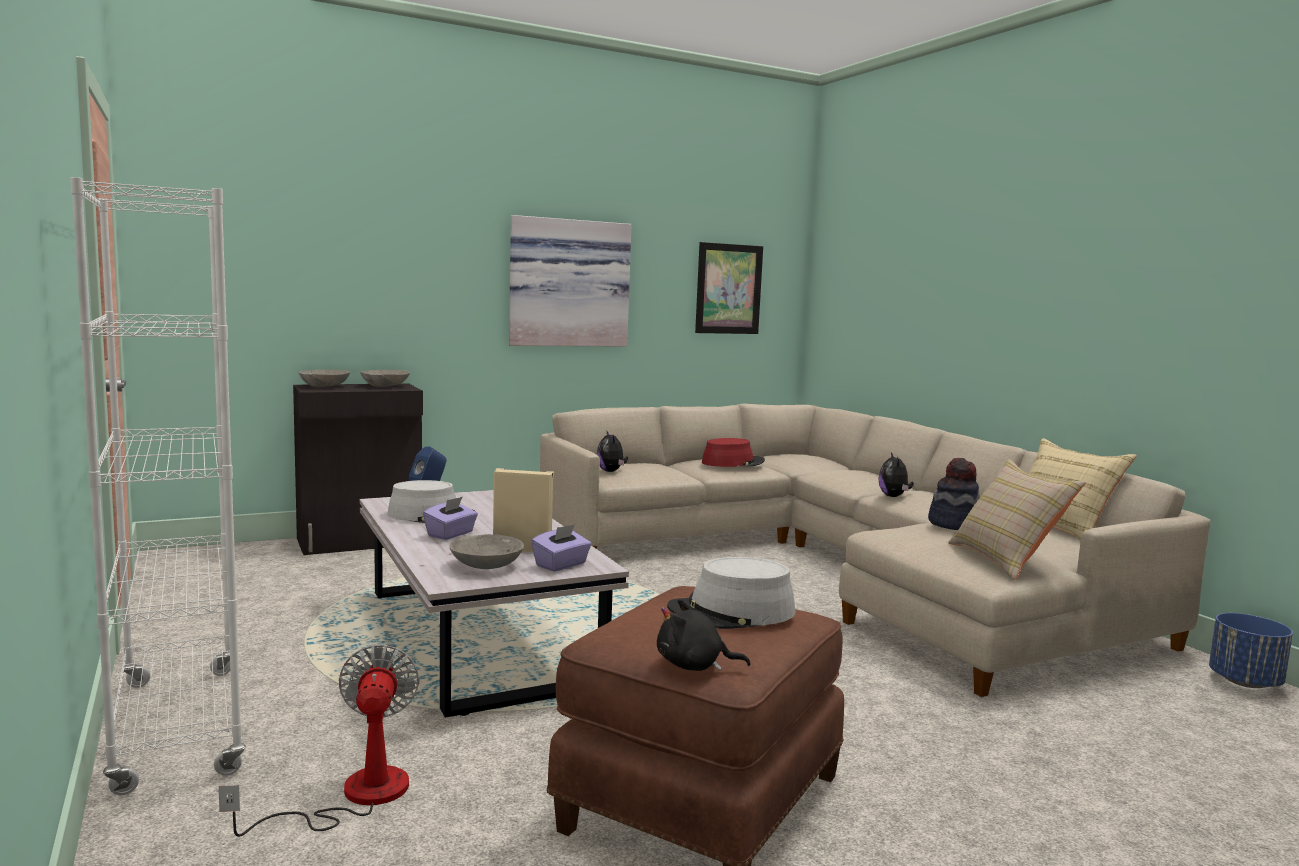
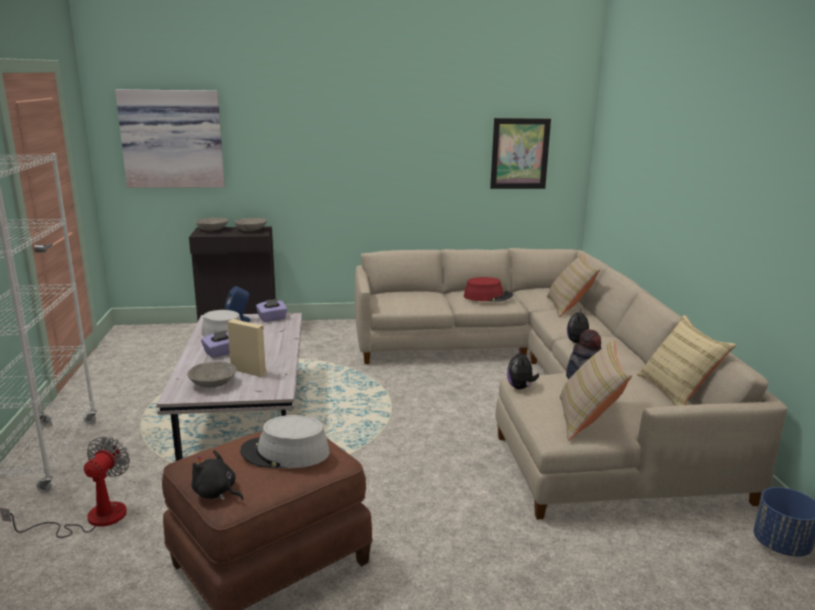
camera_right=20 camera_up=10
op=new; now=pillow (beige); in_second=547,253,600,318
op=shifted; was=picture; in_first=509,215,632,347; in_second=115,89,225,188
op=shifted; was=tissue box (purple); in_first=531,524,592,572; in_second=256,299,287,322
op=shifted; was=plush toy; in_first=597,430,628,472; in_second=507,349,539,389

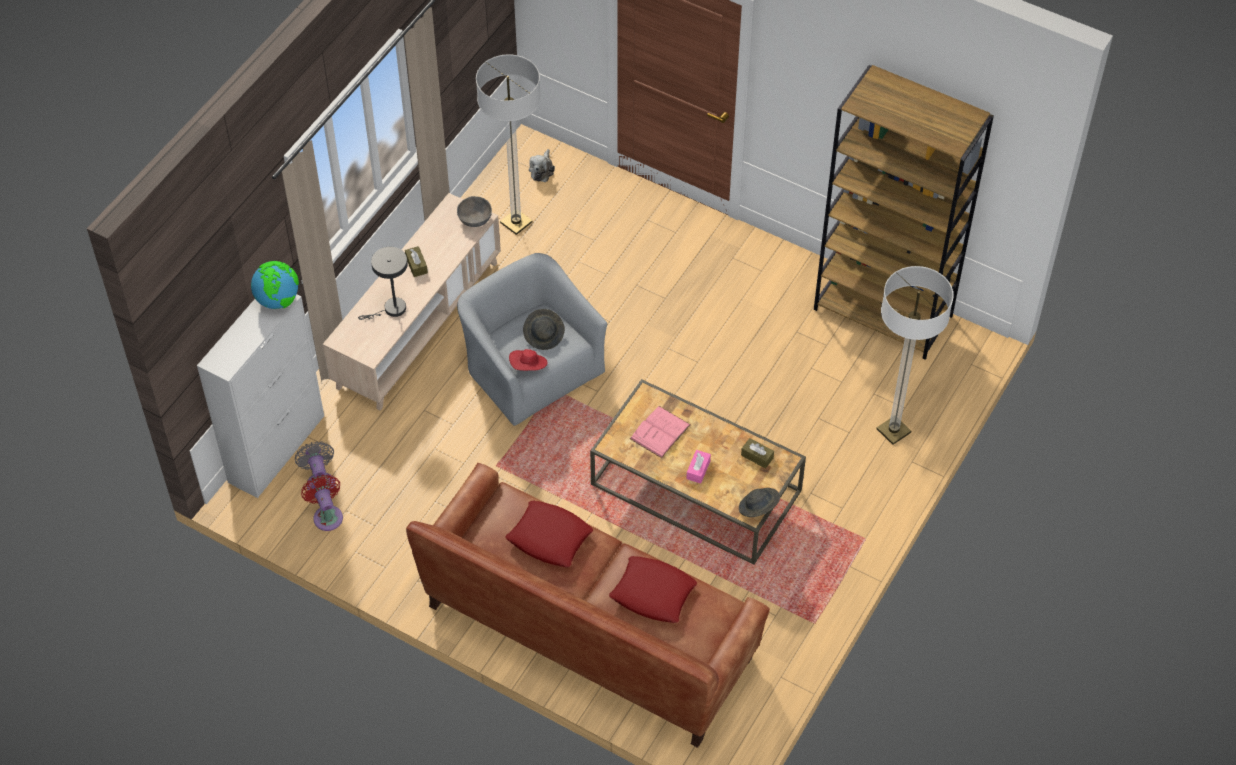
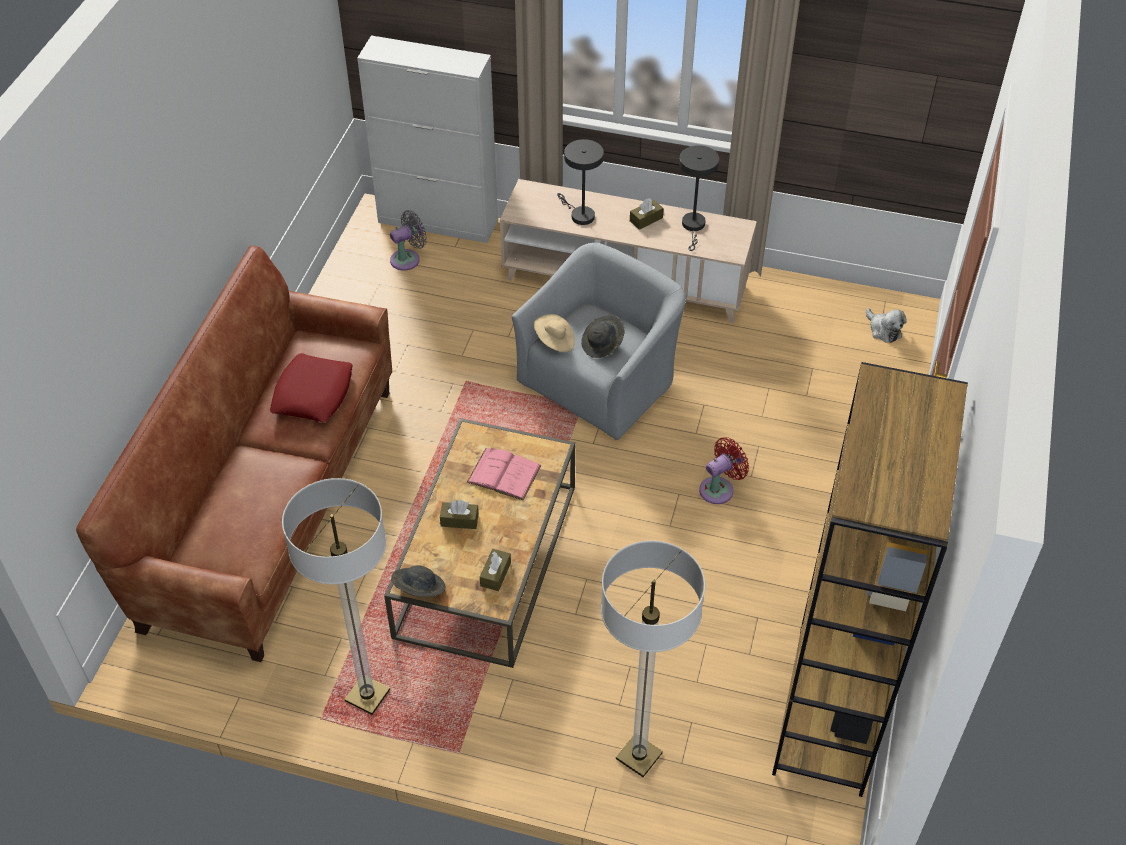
camera_right=75 camera_up=-5
op=gone; was=globe; in_first=251,261,299,309
op=gone; was=bowl (grey); in_first=457,196,492,227
op=gone; was=pillow (red); in_first=609,556,697,623
op=new; now=table lamp (grey); in_second=679,145,719,251
op=shifted; was=fan (red); in_first=301,475,343,531; in_second=699,437,749,504
op=shifted; was=floor lamp; in_first=476,54,541,235; in_second=282,478,390,715
op=repainted; was=hat (red); now=hat (beige); in_first=509,349,548,371; in_second=533,314,575,352
op=repainted; was=tissue box (pink); now=tissue box (brown); in_first=686,450,711,484; in_second=440,500,479,529
op=rotated; was=plush toy; in_first=529,149,555,182; in_second=866,308,907,343; clockwise=-120

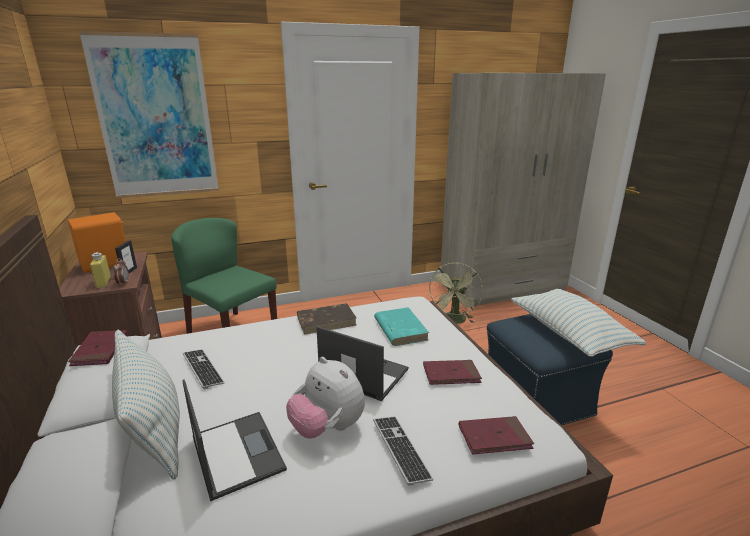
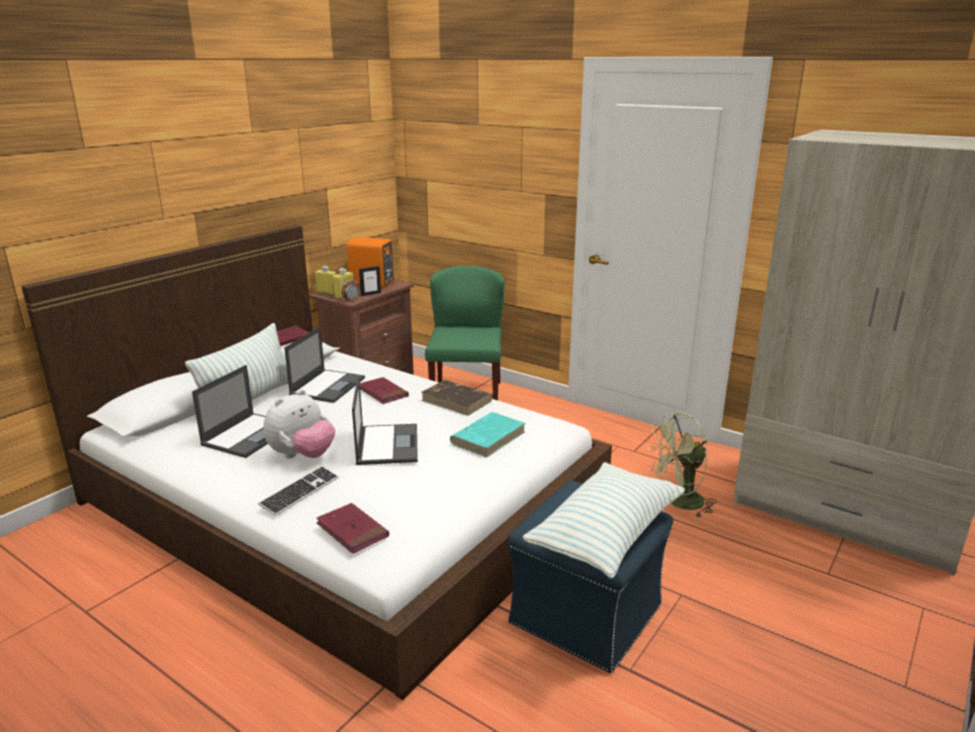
camera_right=55 camera_up=0
op=gone; was=picture; in_first=79,31,219,198
op=new; now=bottle (yellow); in_second=315,266,336,295
op=shifted; was=book (red); in_first=423,360,482,385; in_second=360,377,409,404
op=swapped; was=keyboard; now=laptop; in_first=183,349,225,389; in_second=284,326,365,403
op=rotated; was=plush toy; in_first=286,357,365,439; in_second=263,389,335,458; clockwise=-150

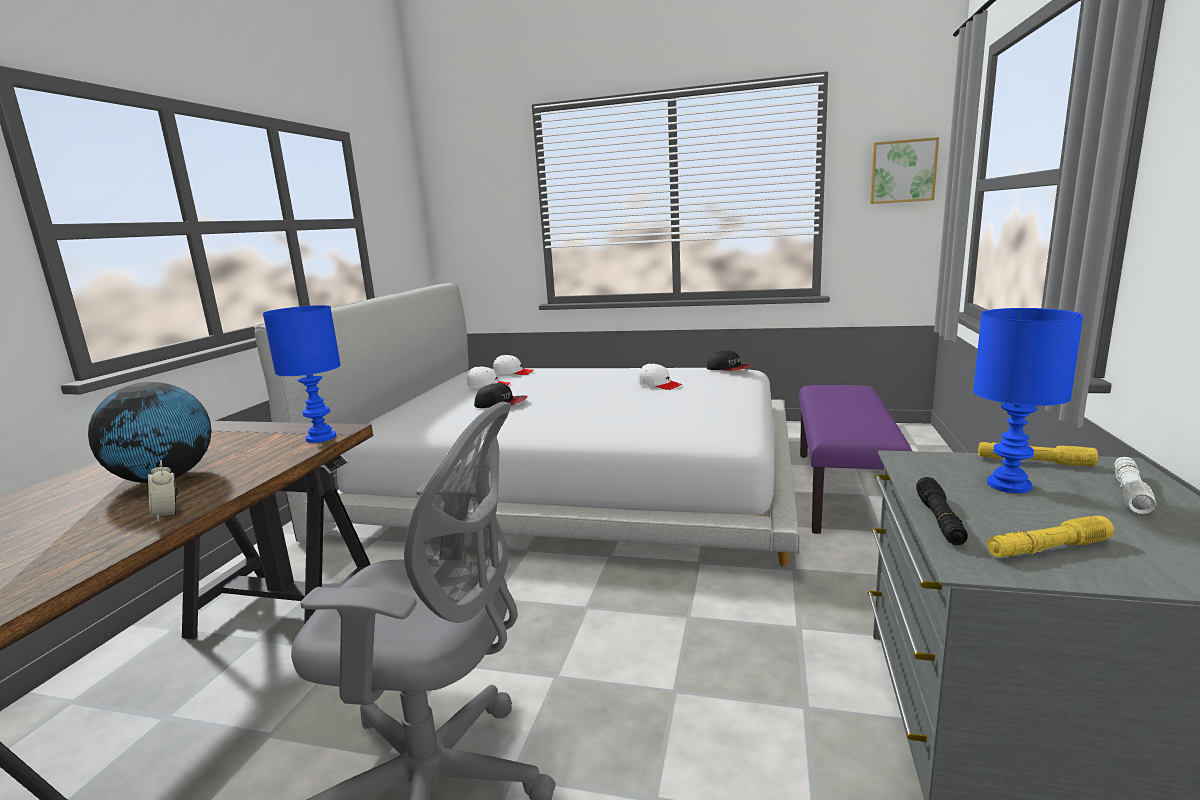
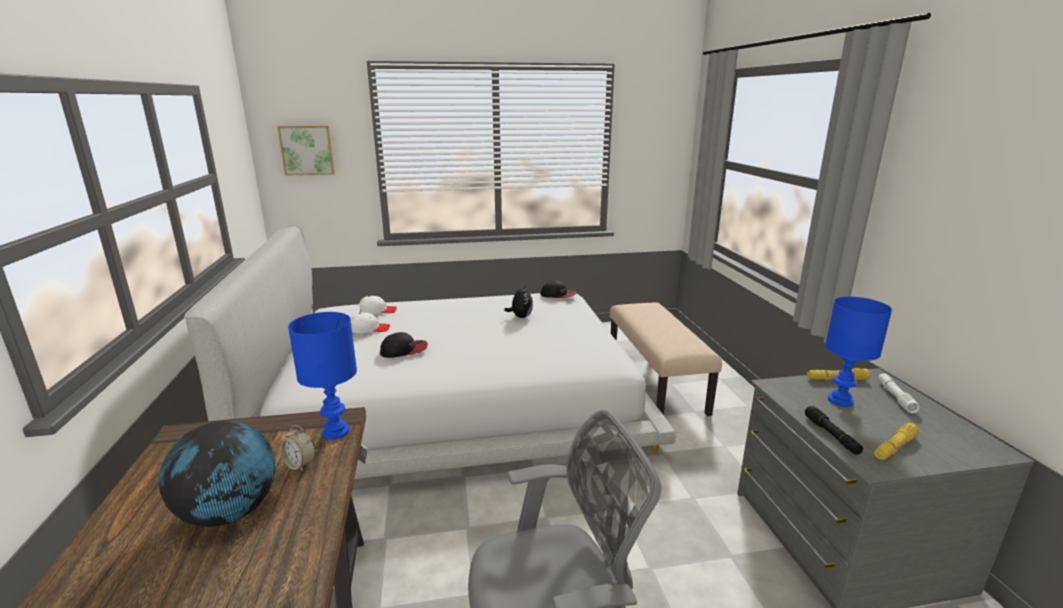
camera_right=-25 camera_up=5
op=shifted; was=alarm clock; in_first=148,460,178,522; in_second=280,425,315,472
op=shifted; was=picture; in_first=870,137,939,204; in_second=277,126,335,176
op=swapped; was=cap (white); now=plush toy; in_first=638,363,682,390; in_second=504,285,533,318
op=repainted; was=bench (purple); now=bench (beige); in_first=799,385,912,534; in_second=610,302,722,416

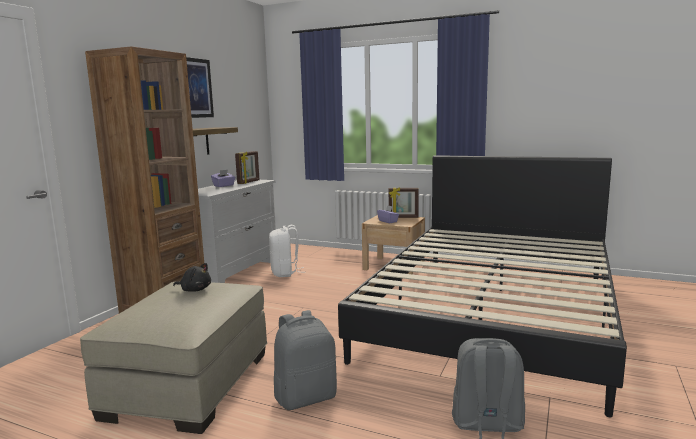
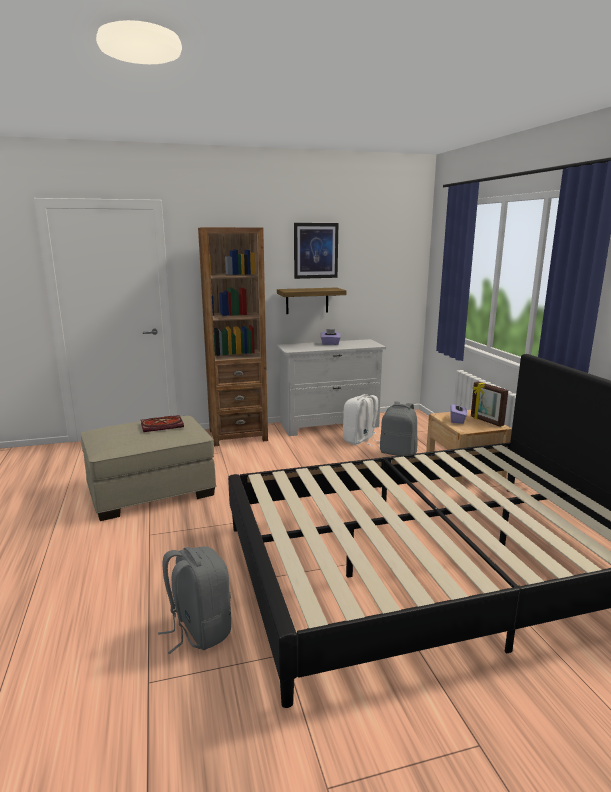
camera_right=50 camera_up=5
op=gone; was=picture frame; in_first=235,151,260,184
op=shifted; was=backpack (grey); in_first=274,310,337,410; in_second=380,401,418,456
op=swapped; was=plush toy (black); now=book; in_first=173,263,211,291; in_second=141,415,184,432

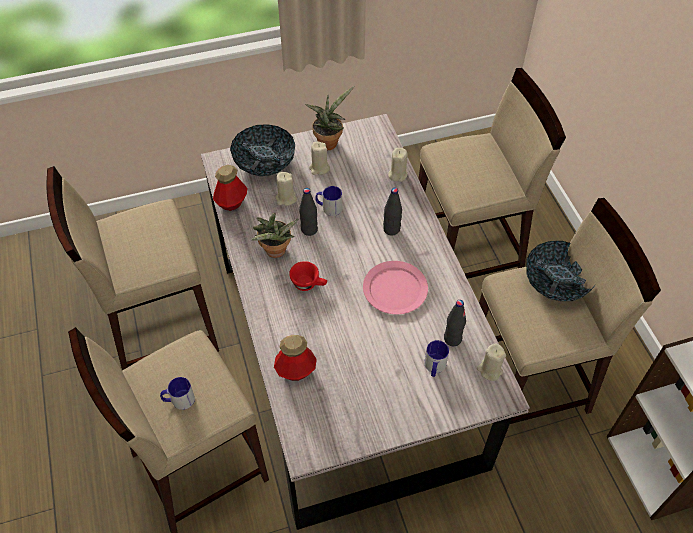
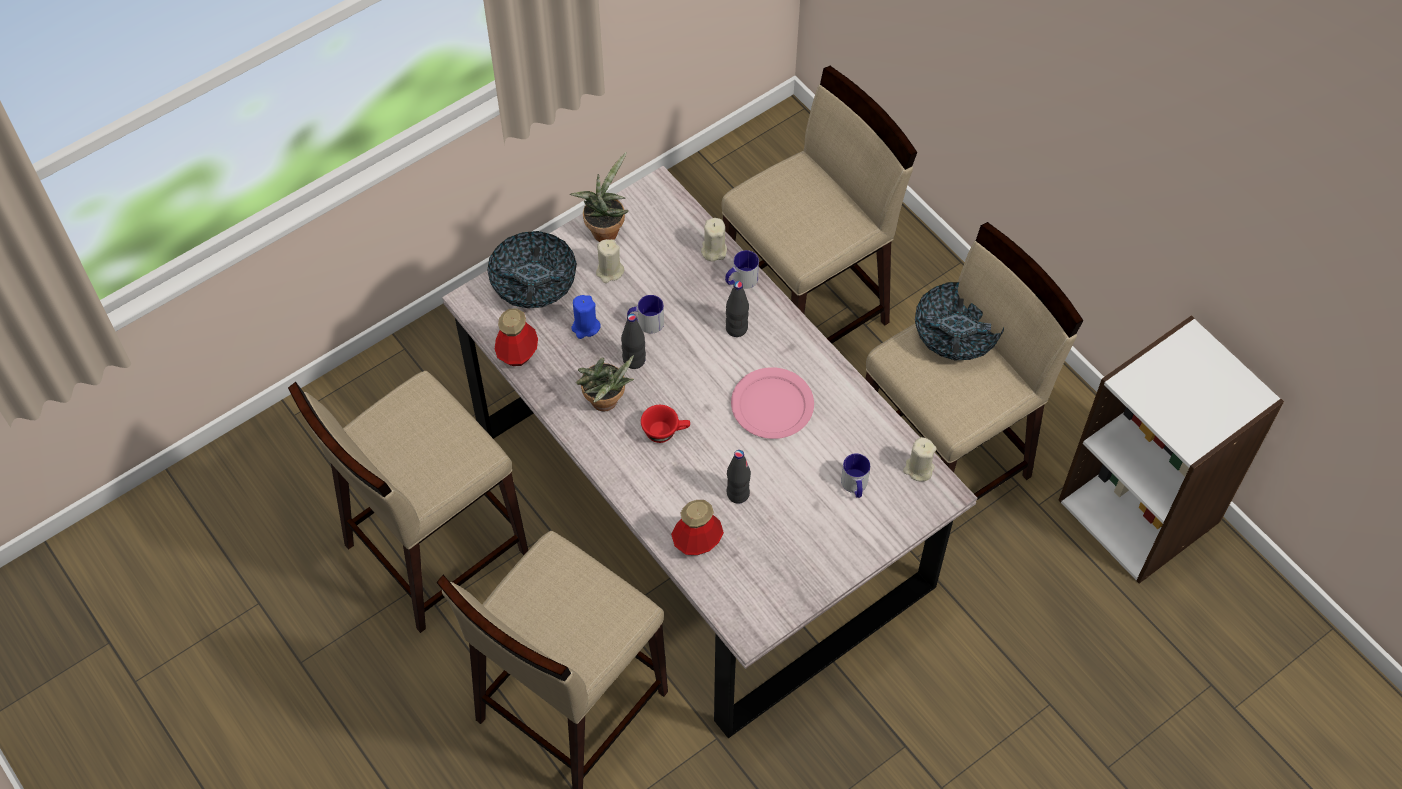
camera_right=-20 camera_up=5
op=shifted; was=mug; in_first=160,377,195,410; in_second=725,250,759,289
op=shifted; was=bottle (black); in_first=444,300,466,346; in_second=727,450,751,504
op=repainted; was=candle (beige); now=candle (blue); in_first=276,172,297,206; in_second=571,295,601,339

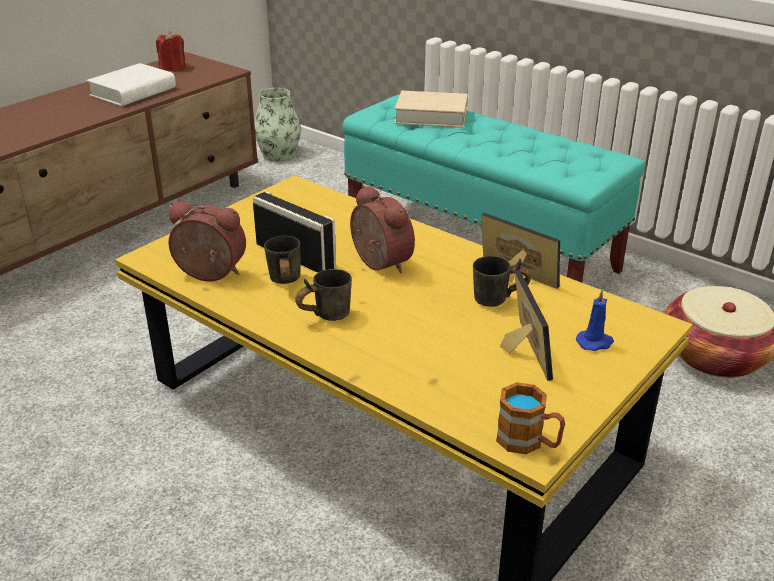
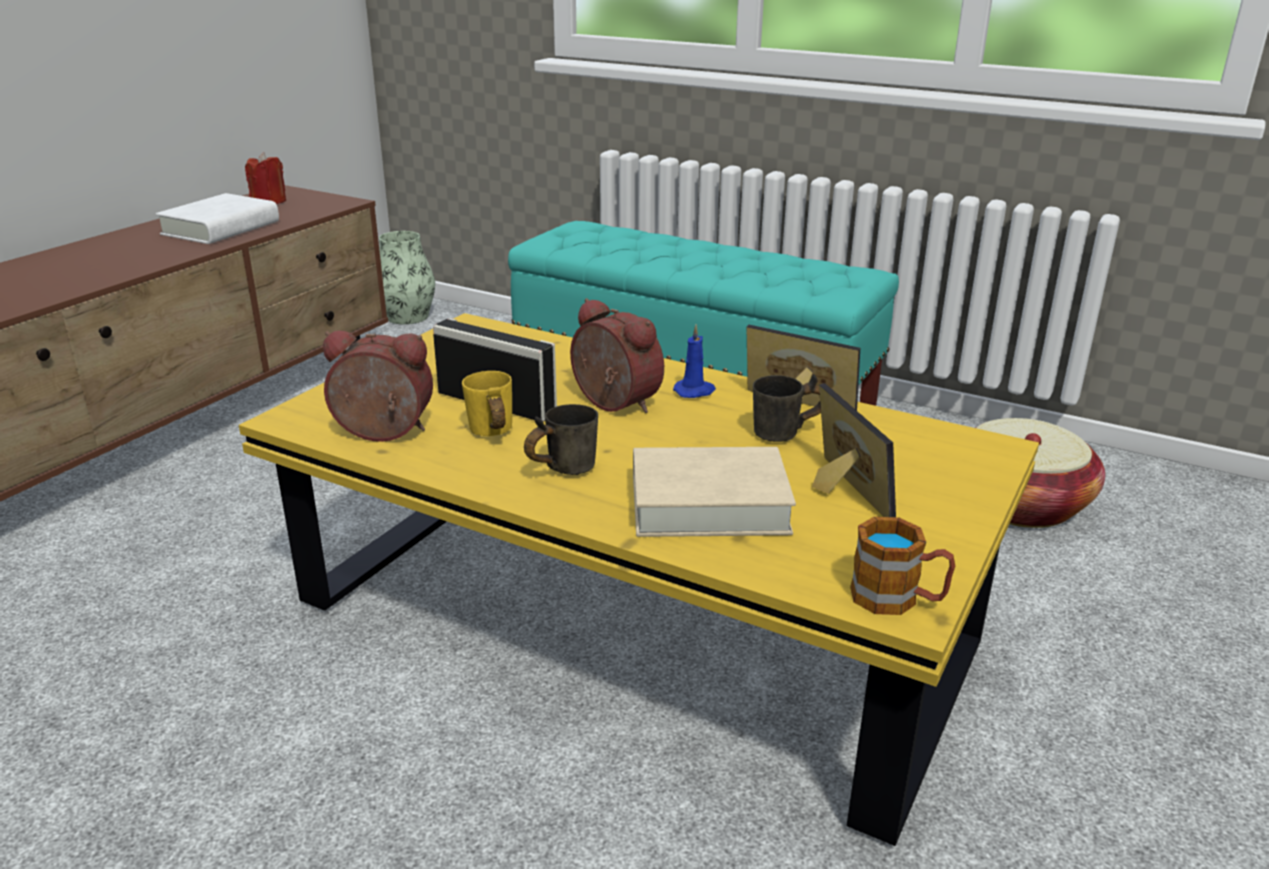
camera_right=-10 camera_up=-5
op=shifted; was=book (beige); in_first=395,91,468,128; in_second=633,447,796,537
op=shifted; was=candle (blue); in_first=576,289,614,351; in_second=673,324,716,398
op=repainted; was=mug (grey); now=mug (yellow); in_first=264,236,301,284; in_second=462,371,512,436

